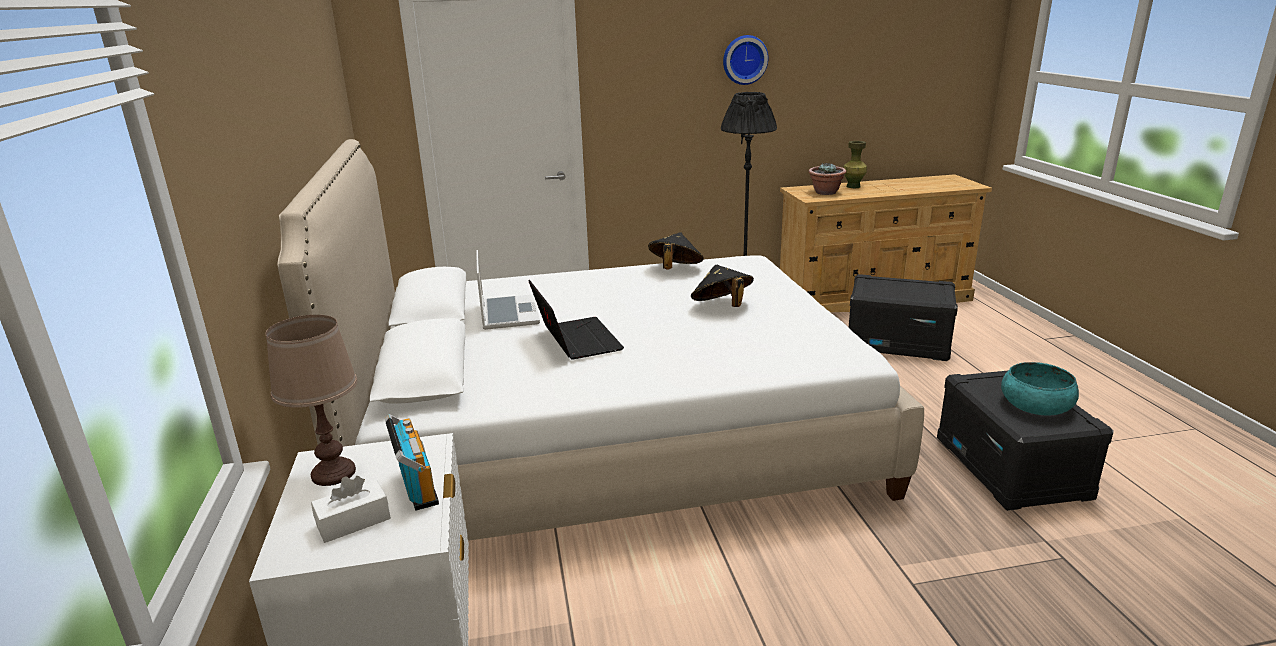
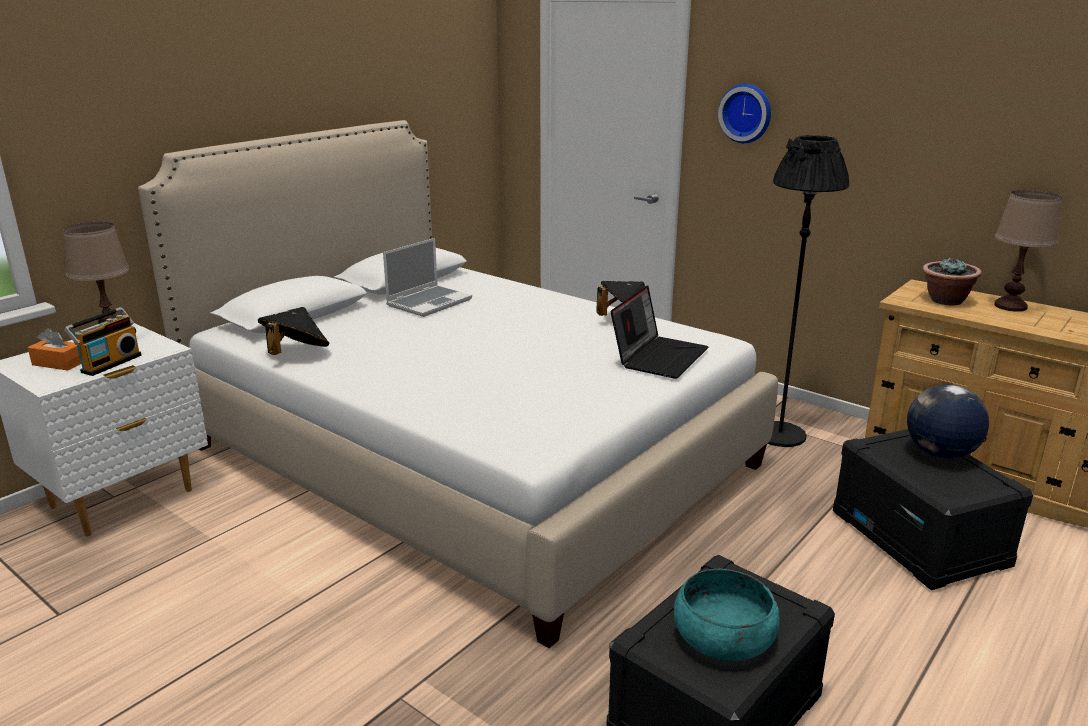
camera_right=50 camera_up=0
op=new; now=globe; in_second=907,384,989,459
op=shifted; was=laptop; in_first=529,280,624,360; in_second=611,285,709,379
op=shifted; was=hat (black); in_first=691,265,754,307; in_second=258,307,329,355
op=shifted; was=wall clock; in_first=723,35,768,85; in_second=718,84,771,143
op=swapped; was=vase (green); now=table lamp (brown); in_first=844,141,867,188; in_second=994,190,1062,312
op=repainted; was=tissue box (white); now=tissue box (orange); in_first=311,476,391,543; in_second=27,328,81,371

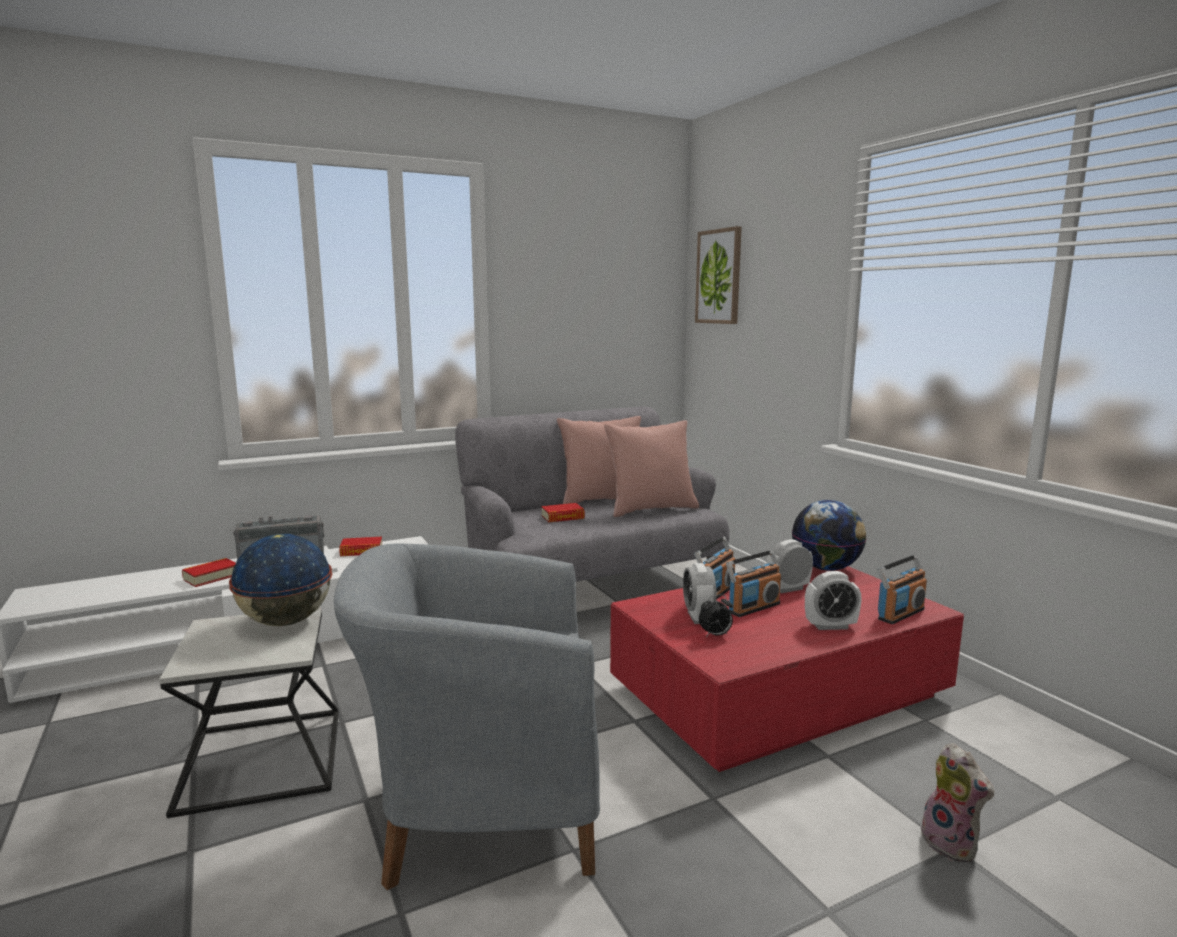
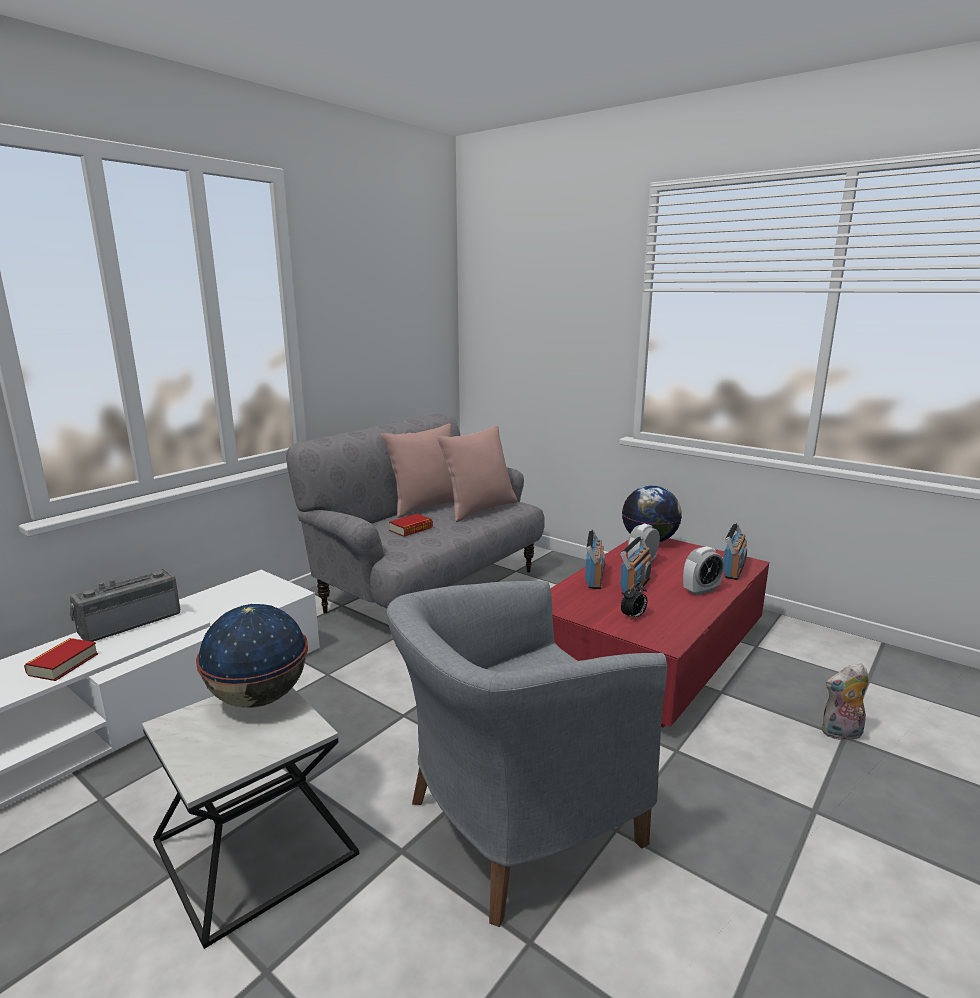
camera_right=-25 camera_up=5
op=gone; was=book; in_first=339,537,382,556
op=gone; was=alarm clock; in_first=683,563,716,624
op=gone; was=picture; in_first=695,226,742,324
op=rotated; was=plush toy; in_first=918,743,994,862; in_second=822,664,869,740; clockwise=135

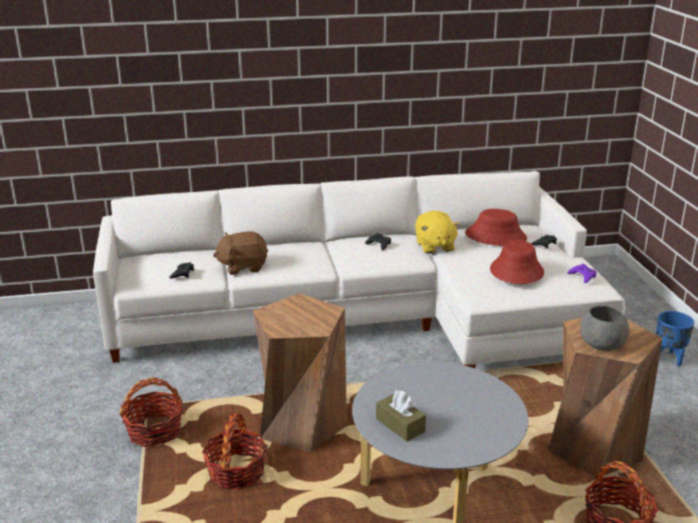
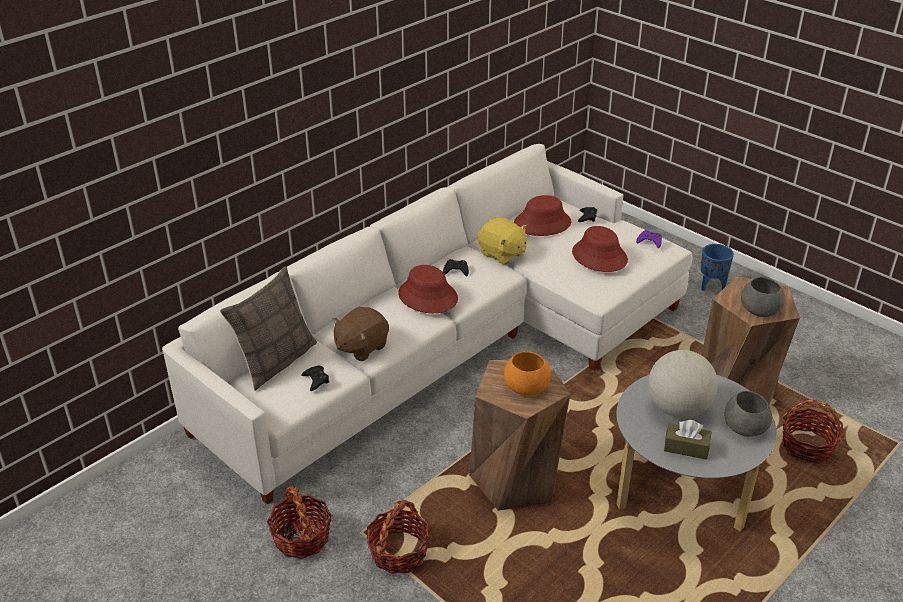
camera_right=-35 camera_up=10
op=new; now=pillow; in_second=220,266,317,391
op=new; now=hat (red); in_second=398,265,458,313
op=new; now=bowl (orange); in_second=504,351,551,395
op=new; now=globe; in_second=648,350,718,418
op=new; now=bowl (grey); in_second=725,391,772,437
op=shifted; was=basket; in_first=202,413,268,490; in_second=267,485,332,559

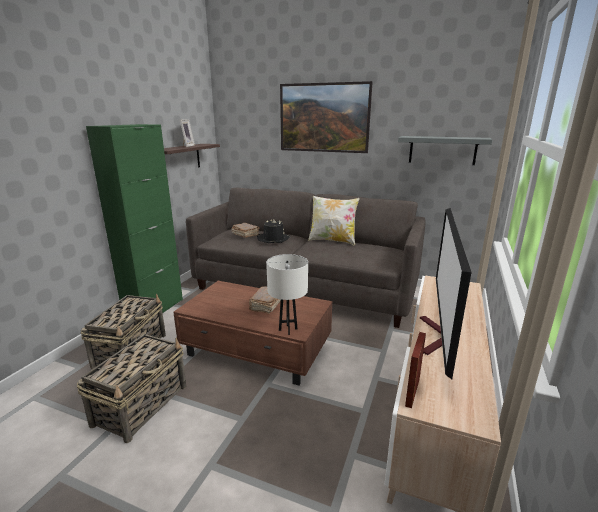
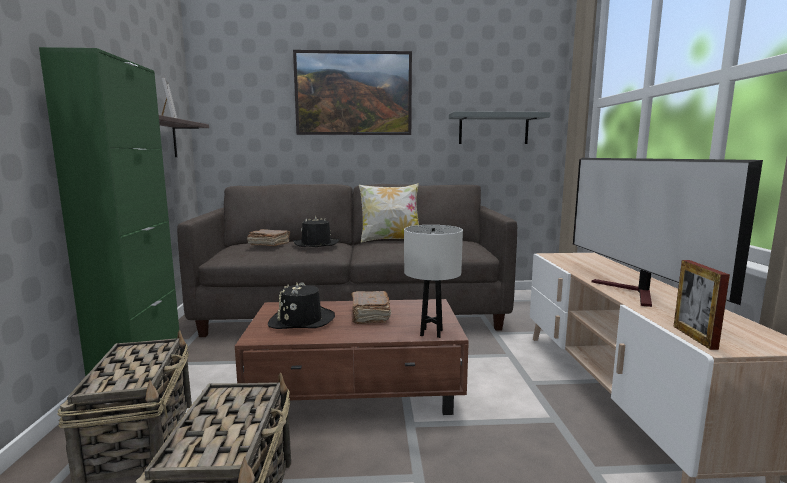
camera_right=-25 camera_up=-10
op=new; now=hat (black); in_second=268,282,335,329

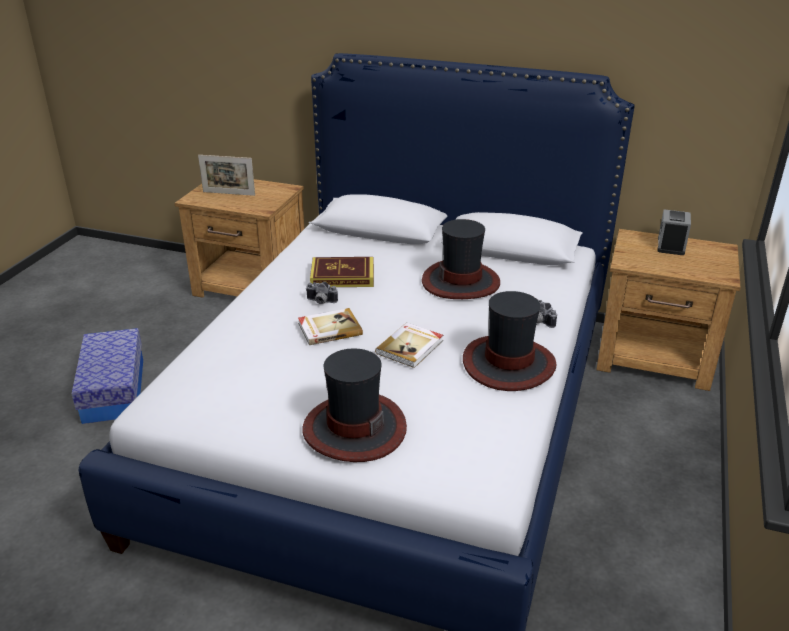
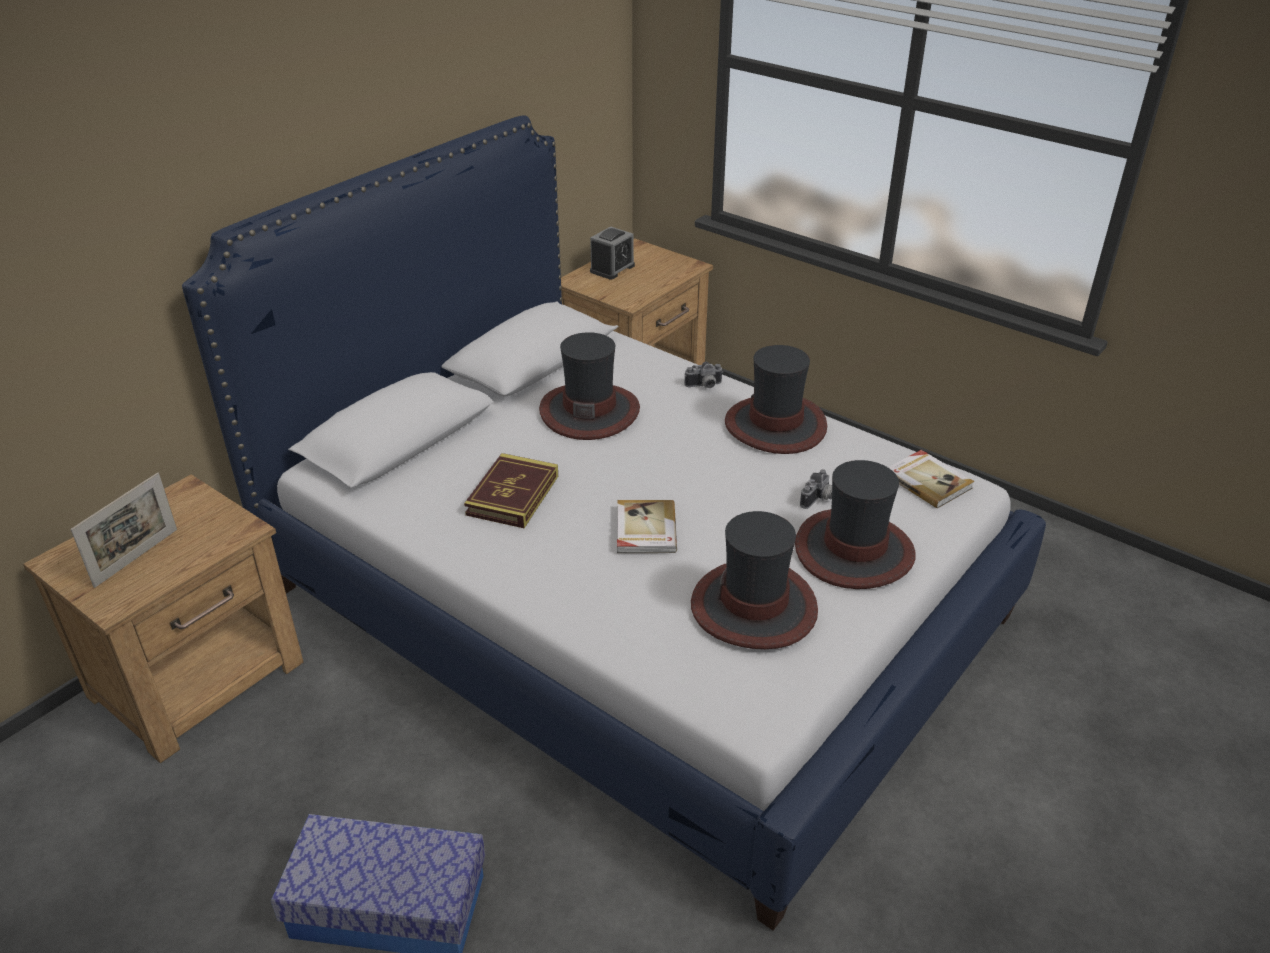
camera_right=-70 camera_up=5
op=new; now=hat; in_second=691,511,818,649
op=shifted; was=photo camera; in_first=305,282,338,304; in_second=800,469,832,509
op=shifted; was=book; in_first=375,322,443,368; in_second=888,450,974,508
op=rotated; was=alarm clock; in_first=658,209,691,255; in_second=590,226,635,280; clockwise=-90

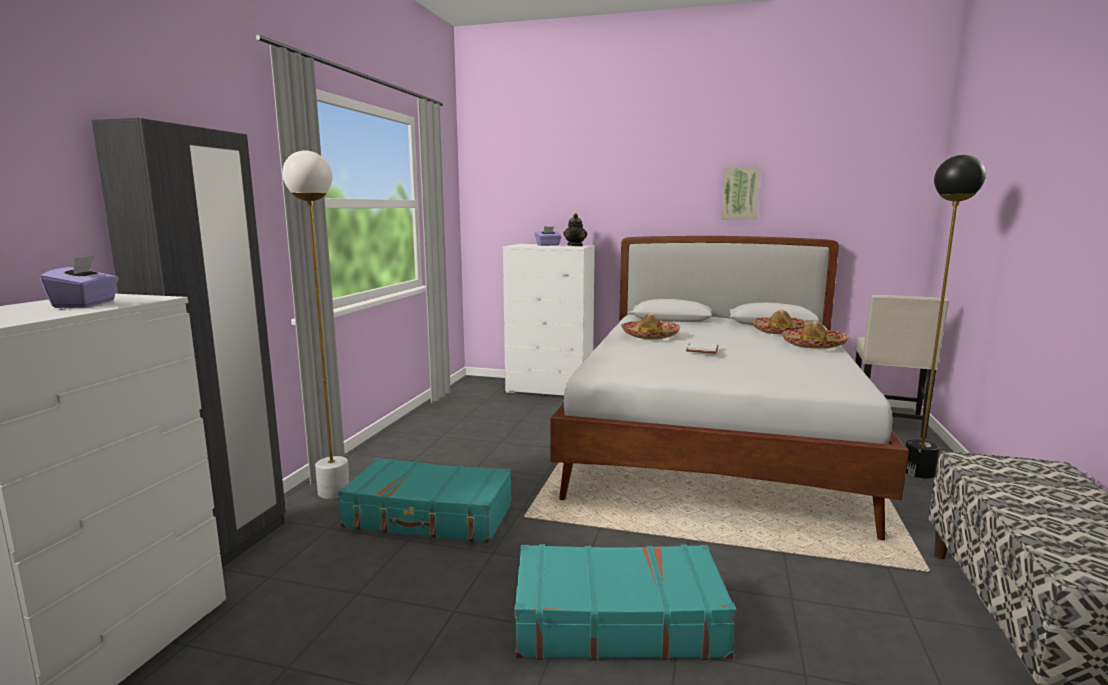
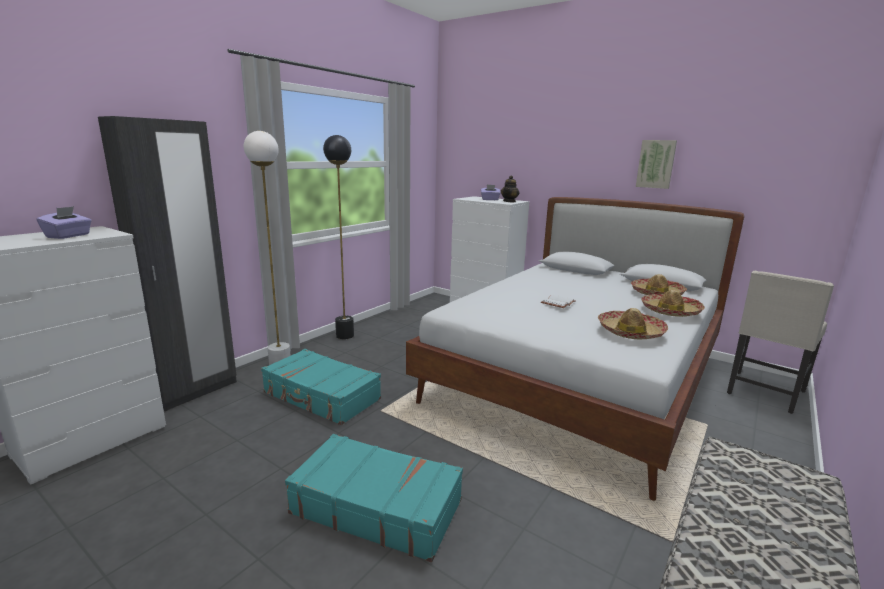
camera_right=20 camera_up=5
op=shifted; was=hat; in_first=621,313,680,339; in_second=598,308,668,339
op=shifted; was=floor lamp (black); in_first=906,155,986,479; in_second=323,135,354,339

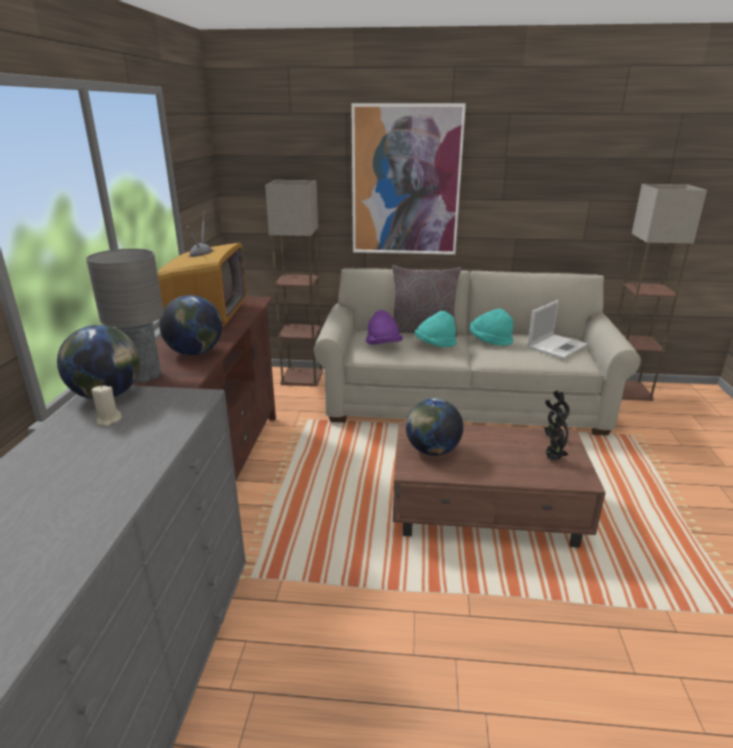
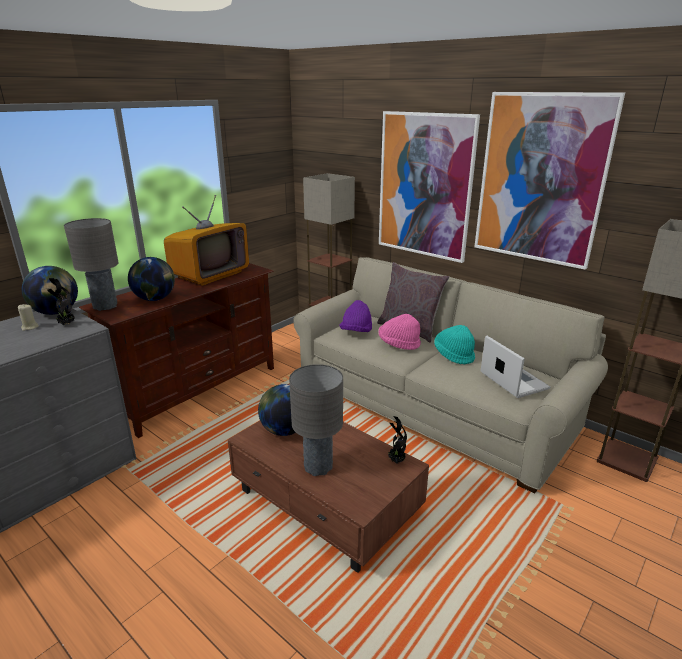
camera_right=35 camera_up=0
op=new; now=table lamp (grey); in_second=289,364,343,476
op=new; now=picture; in_second=474,92,625,270
op=shifted; was=potted plant; in_first=546,411,569,461; in_second=47,278,75,326
op=repainted; was=hat (turquoise); now=hat (pink); in_first=415,311,457,347; in_second=379,314,421,350
op=rotated; was=laptop; in_first=527,300,587,359; in_second=481,336,550,398; clockwise=-105

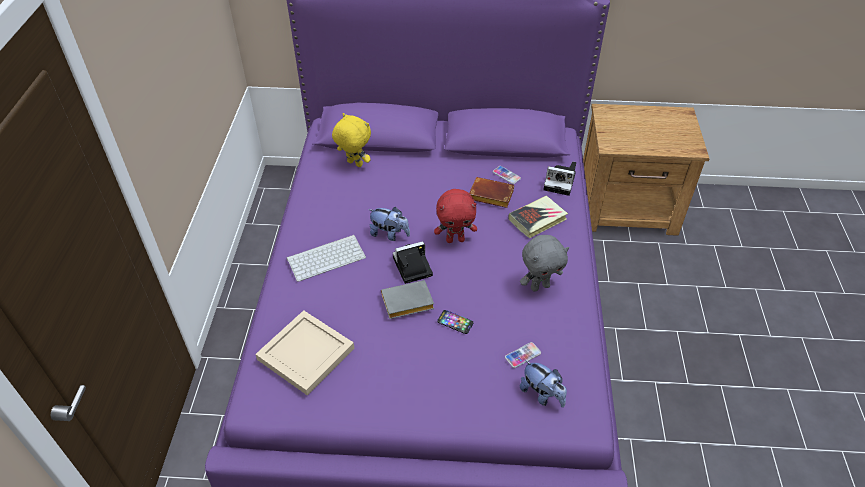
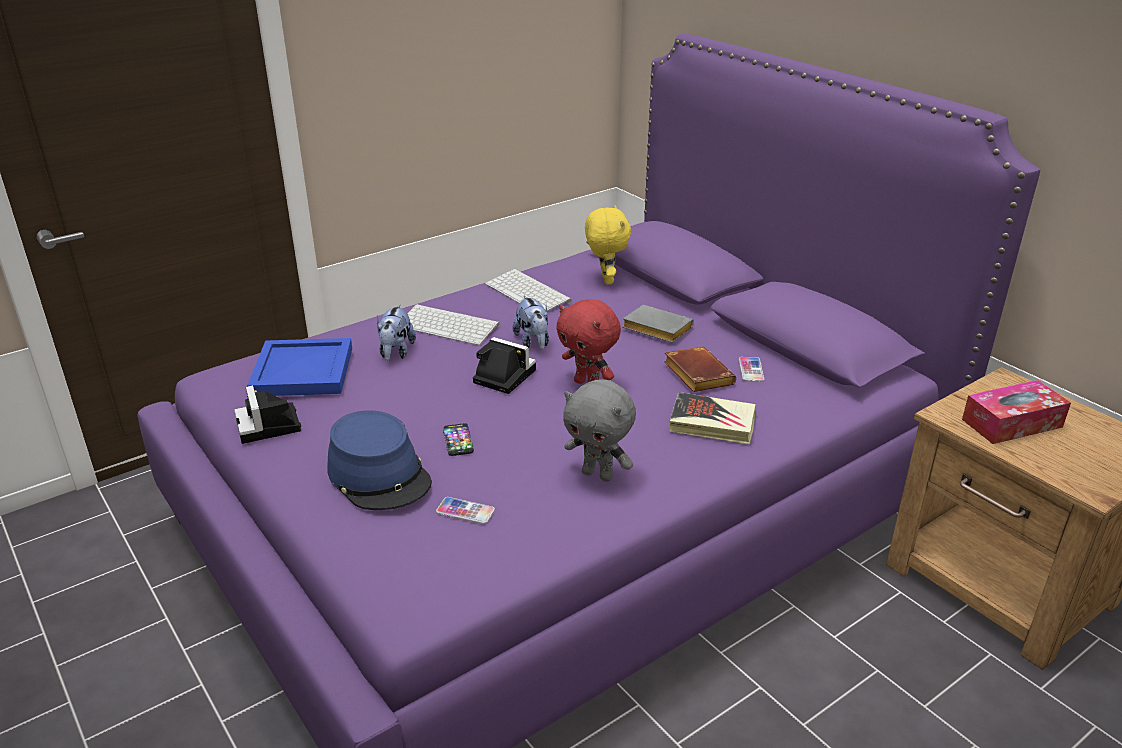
camera_right=50 camera_up=-15
op=new; now=hat (blue); in_second=327,410,432,510
op=new; now=keyboard; in_second=485,269,572,311
op=new; now=tissue box; in_second=962,380,1071,444
op=shifted; was=book (grey); in_first=381,280,434,319; in_second=622,305,694,343
op=shifted; was=plush toy; in_first=520,360,567,408; in_second=377,304,416,361
op=shifted; was=photo camera; in_first=543,161,576,196; in_second=234,385,301,444
op=repainted; was=tray (beige); now=tray (blue); in_first=255,310,354,396; in_second=247,338,352,396

